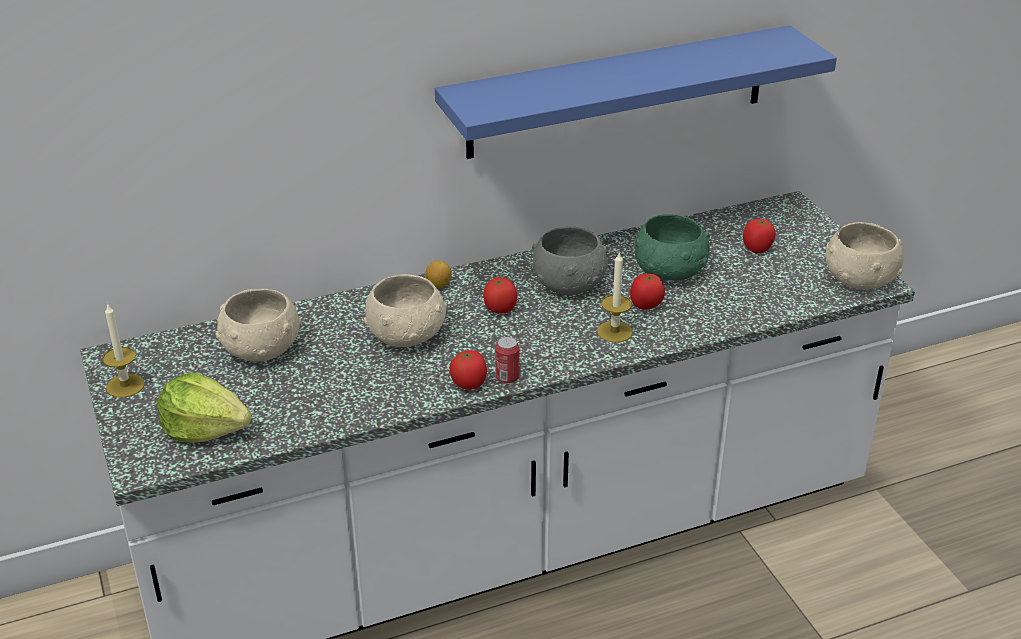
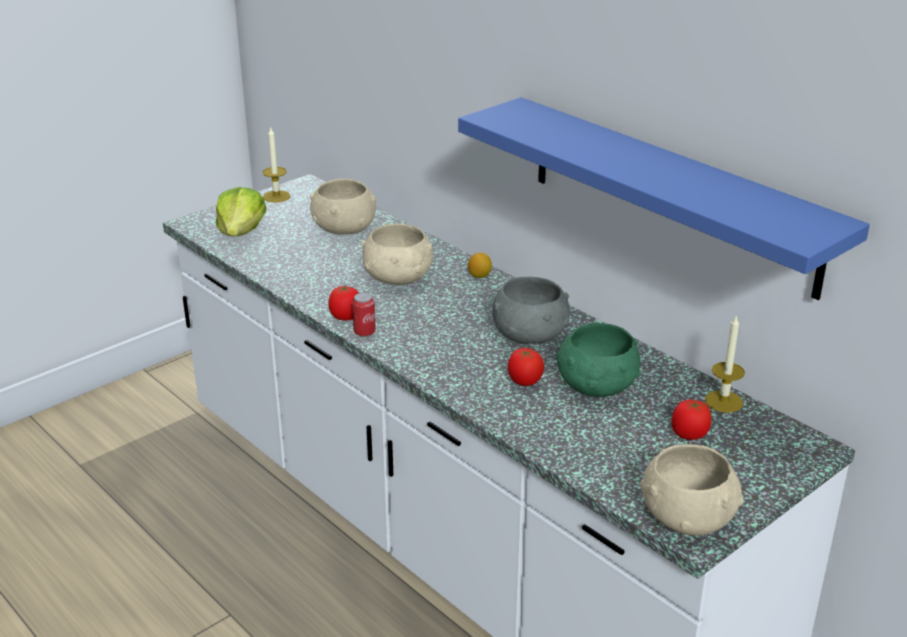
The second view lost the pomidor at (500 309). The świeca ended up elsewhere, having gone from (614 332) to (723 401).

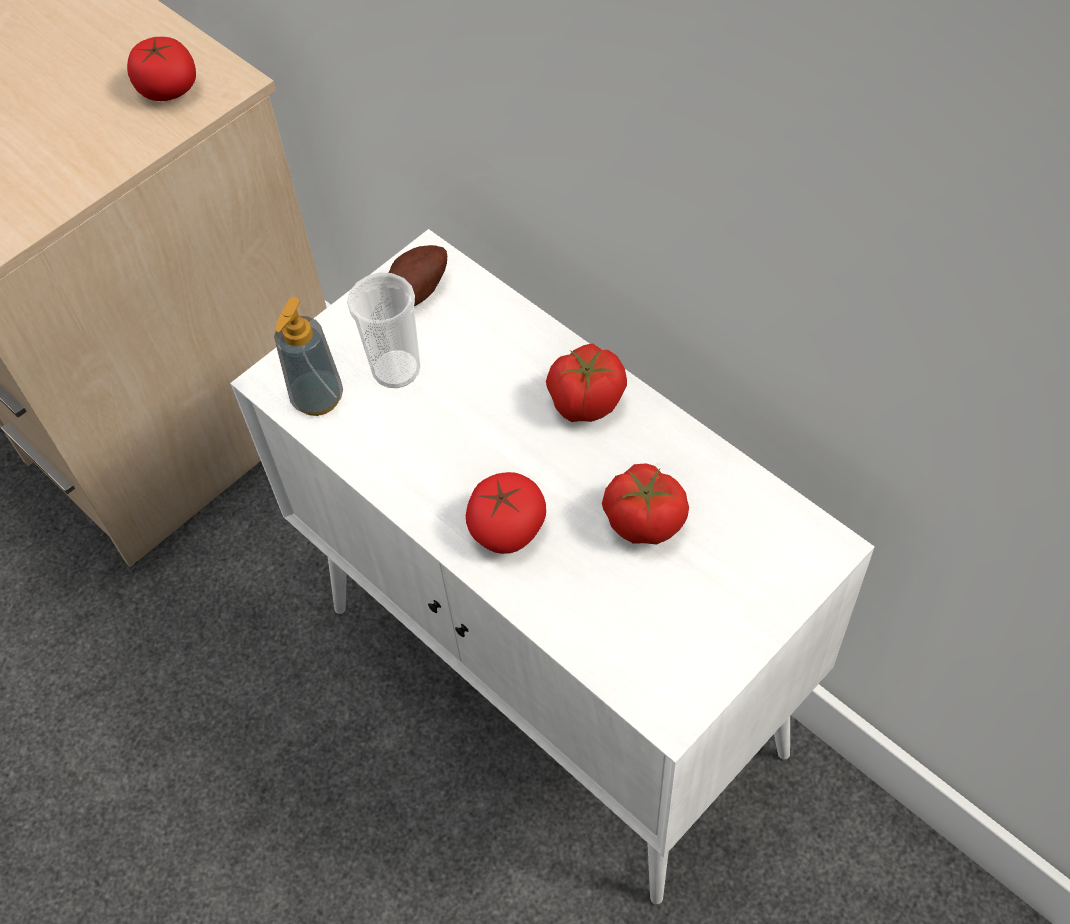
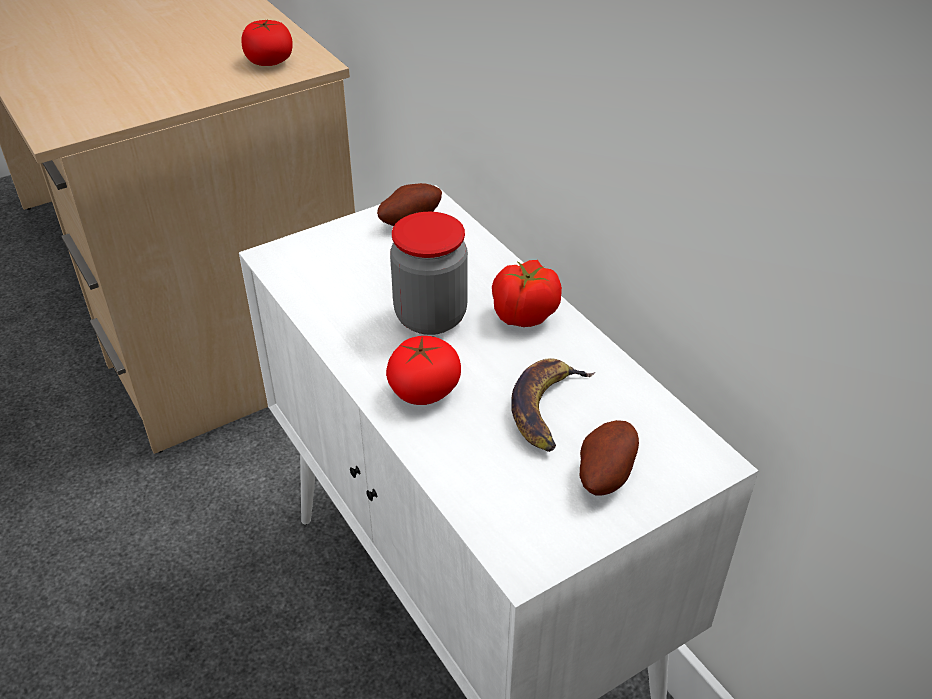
The second view lost the dozownik mydła at (317 398). The second view lost the filiżanka at (396 369). The second view gained the słoik at (430 317). The second view gained the ziemniak at (603 474). Where the pomidor stood at (644 521), the banan came to stand at (547 409).

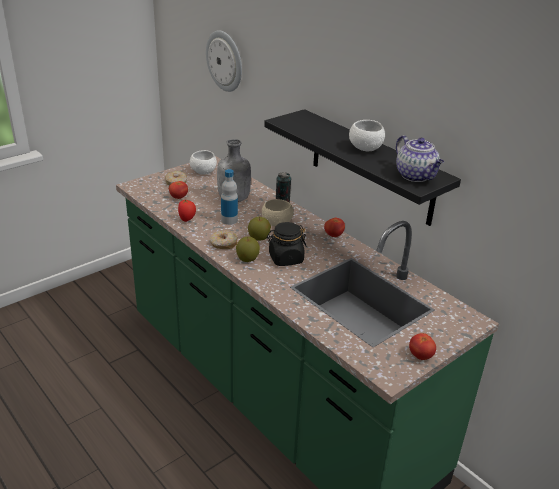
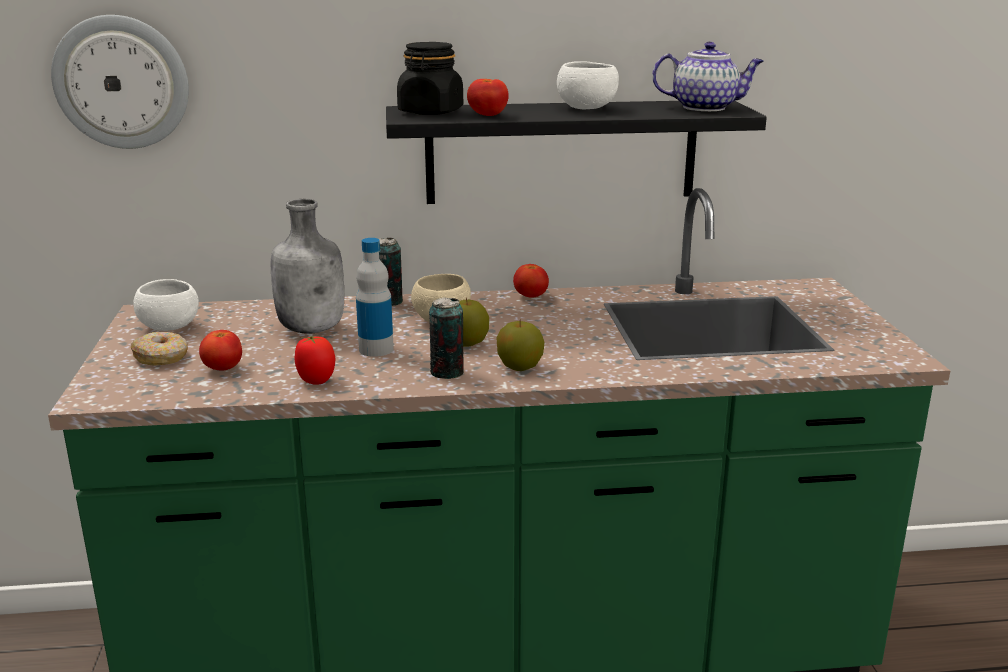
The słoik/czarny ended up elsewhere, having gone from (285 258) to (430 112). The pomidor ended up elsewhere, having gone from (420 356) to (488 115). Where the donut stood at (223 244), the puszka came to stand at (447 372).

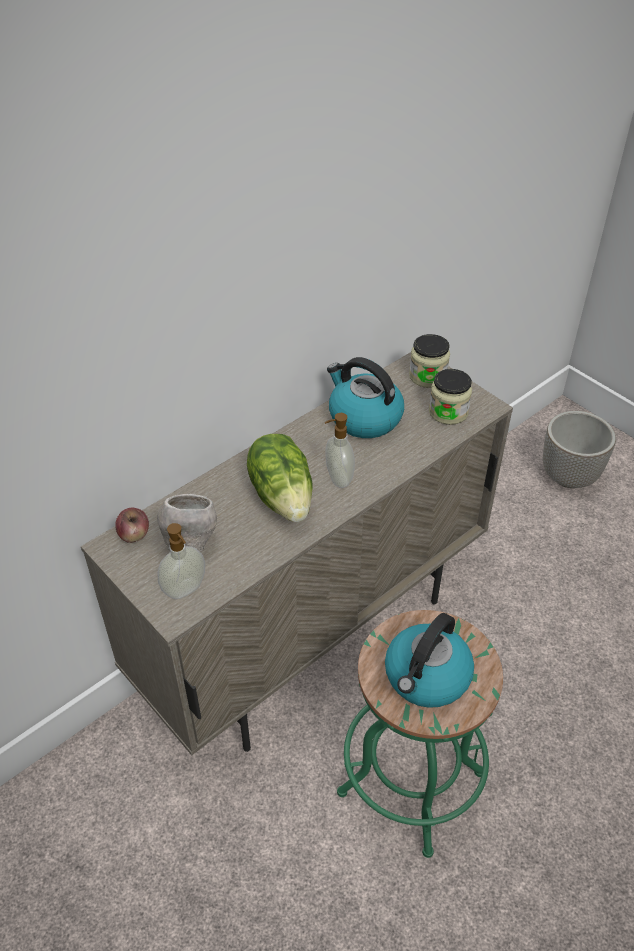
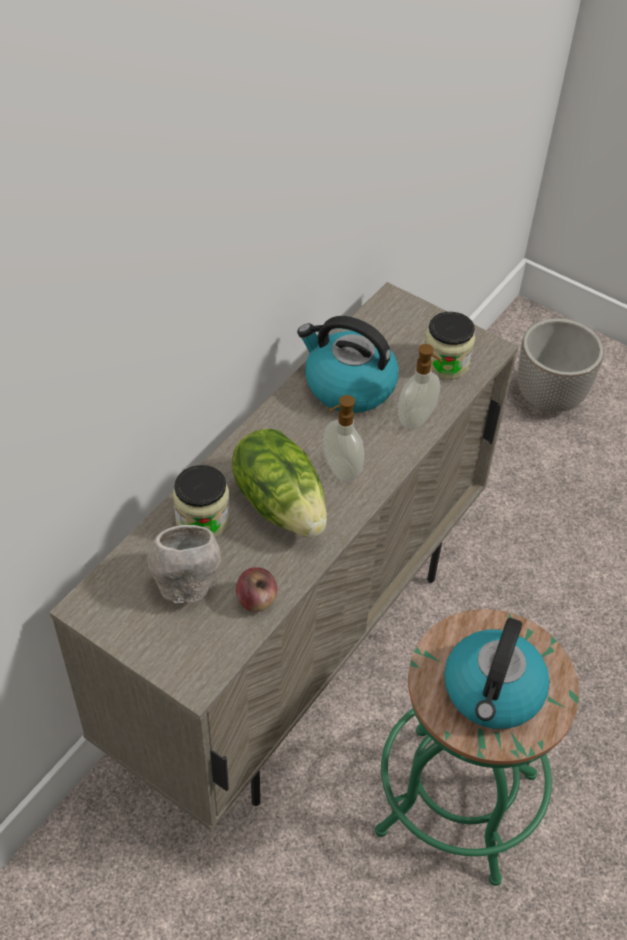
The jabłko ended up elsewhere, having gone from (134 535) to (256 600). The dozownik mydła ended up elsewhere, having gone from (185 590) to (417 419). The słoik ended up elsewhere, having gone from (427 376) to (202 519).

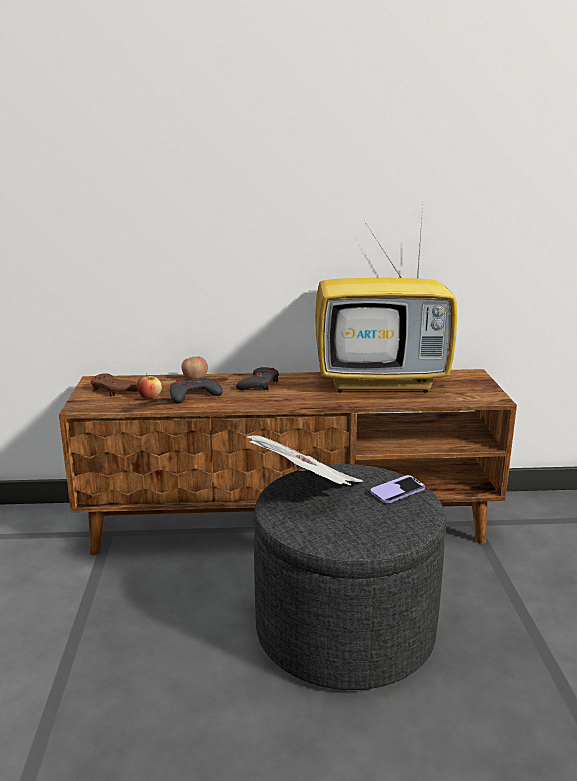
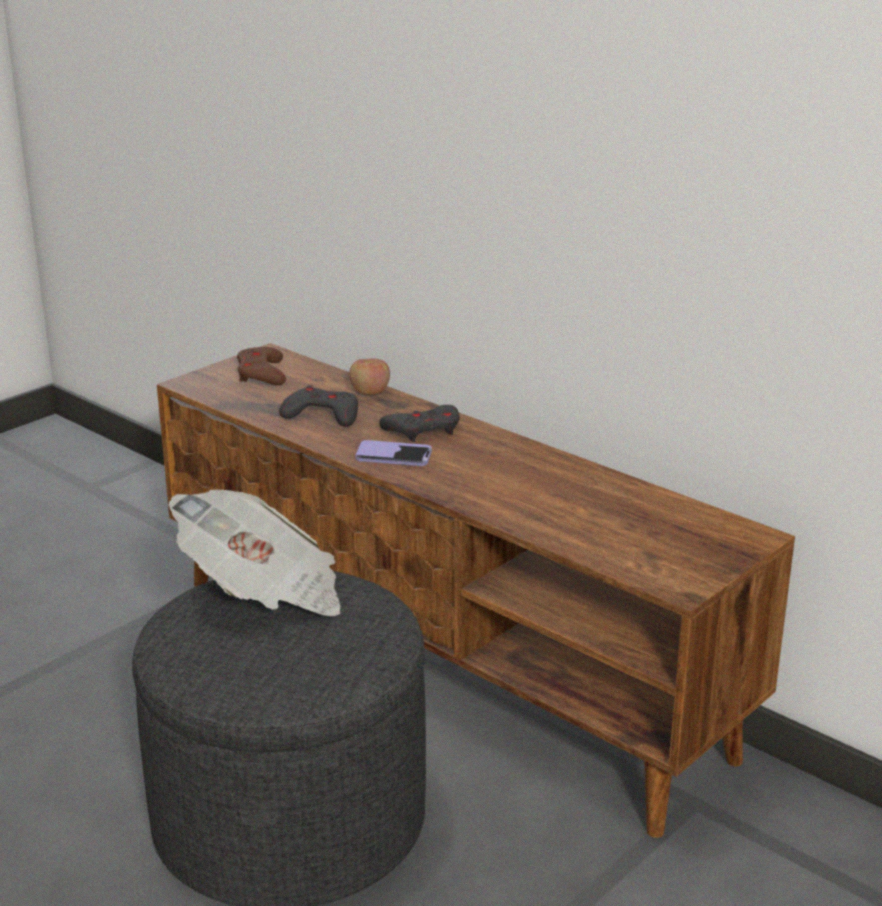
The second view lost the jabłko at (150 397). The second view lost the telewizor at (382 382). The telefon ended up elsewhere, having gone from (397 491) to (393 456).

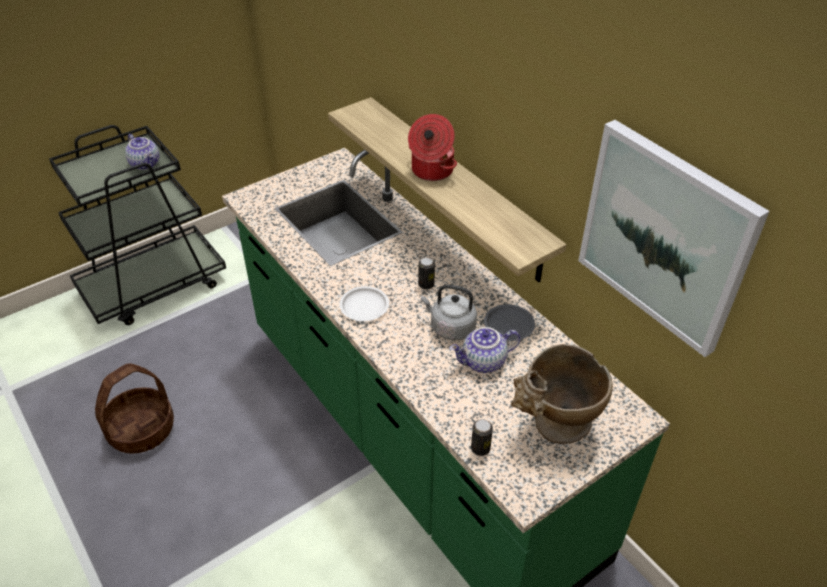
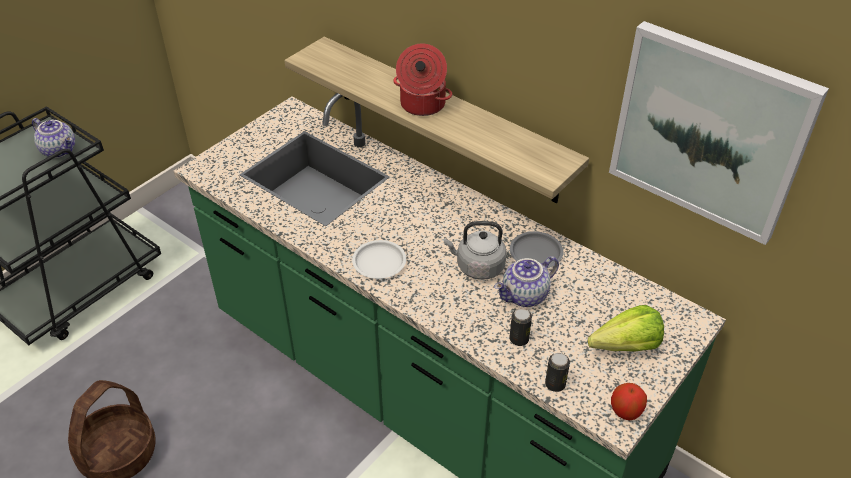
The second view gained the jabłko at (625 411). The puszka ended up elsewhere, having gone from (426 284) to (519 339). Where the wazon/beżowy stood at (554 427), the sałata came to stand at (619 347).

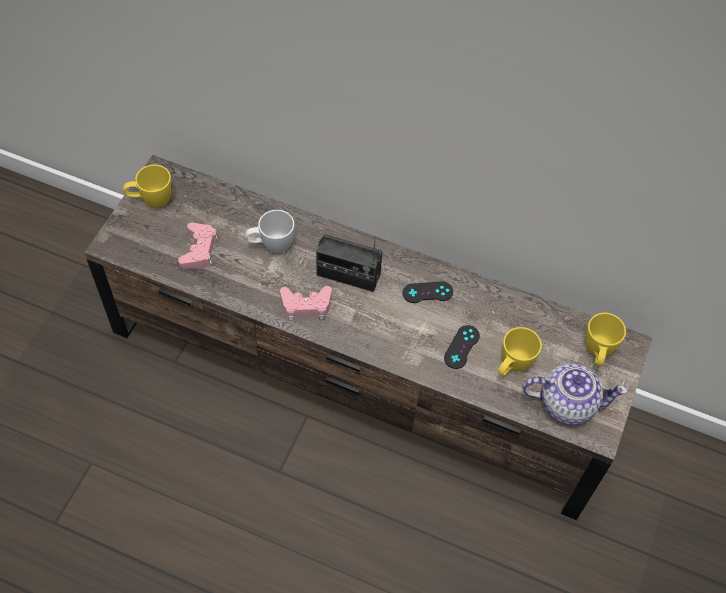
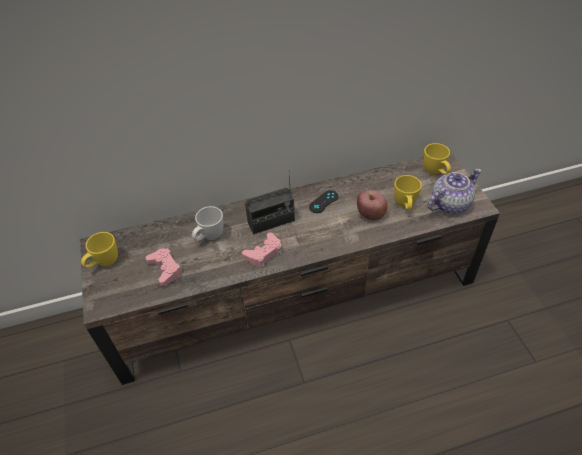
Where the pad do gier/czarny stood at (461 347), the jabłko came to stand at (370 214).

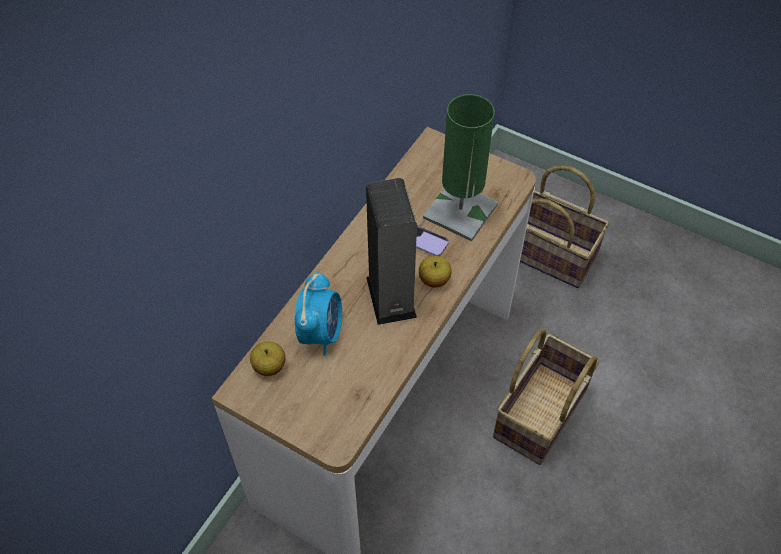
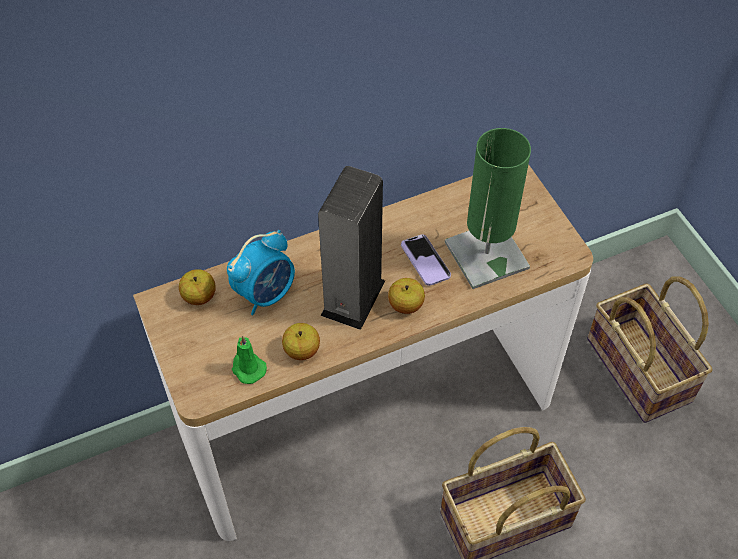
The second view gained the świeca/zielony at (247 368). The second view gained the jabłko at (302 350).

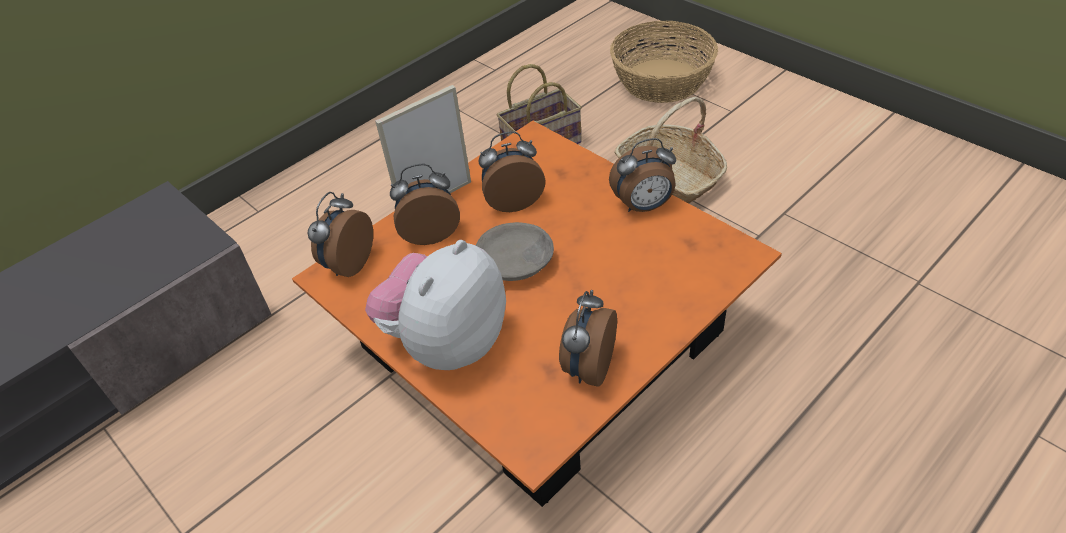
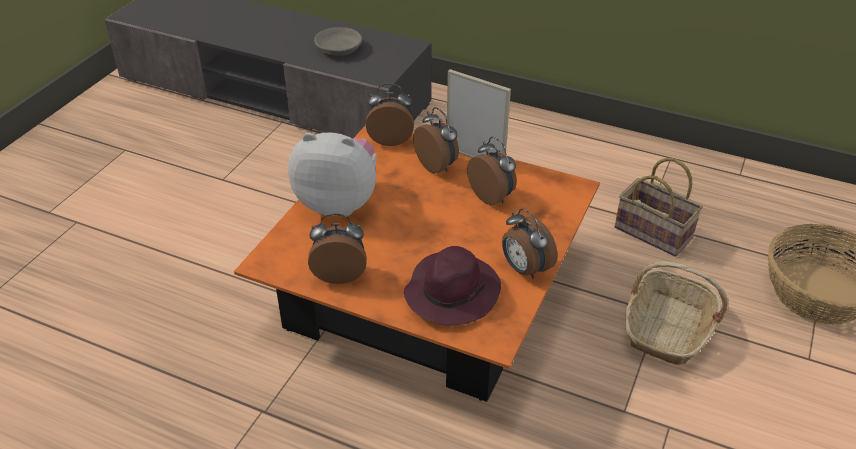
The second view gained the kapelusz/fioletowy at (452 292). The miska/szary ended up elsewhere, having gone from (516 262) to (338 49).

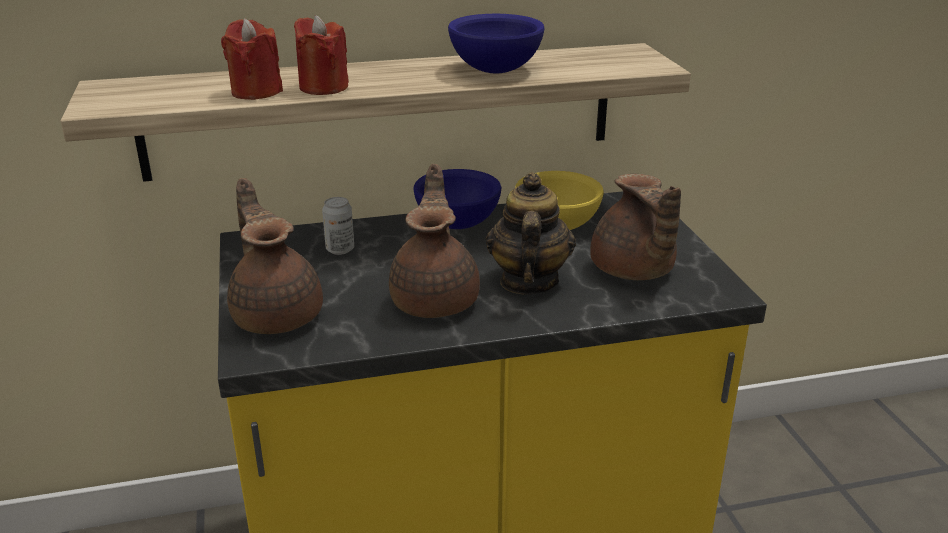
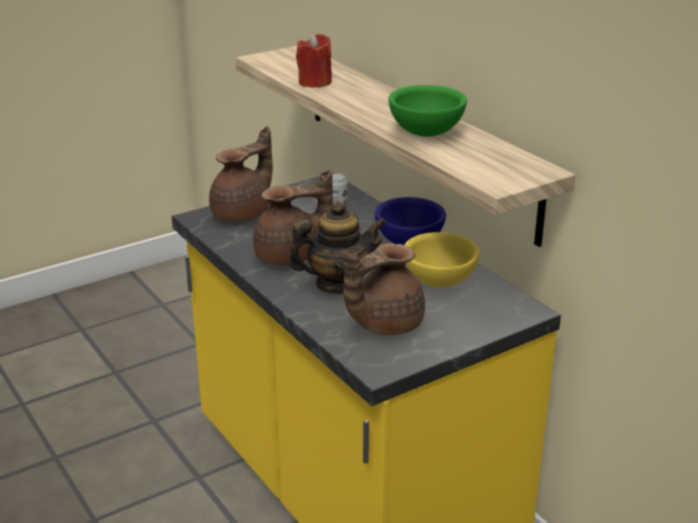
The second view lost the świeca/czerwony at (323 87). What was the miska/niebieski at (495 71) turned into the miska/zielony at (425 133).

